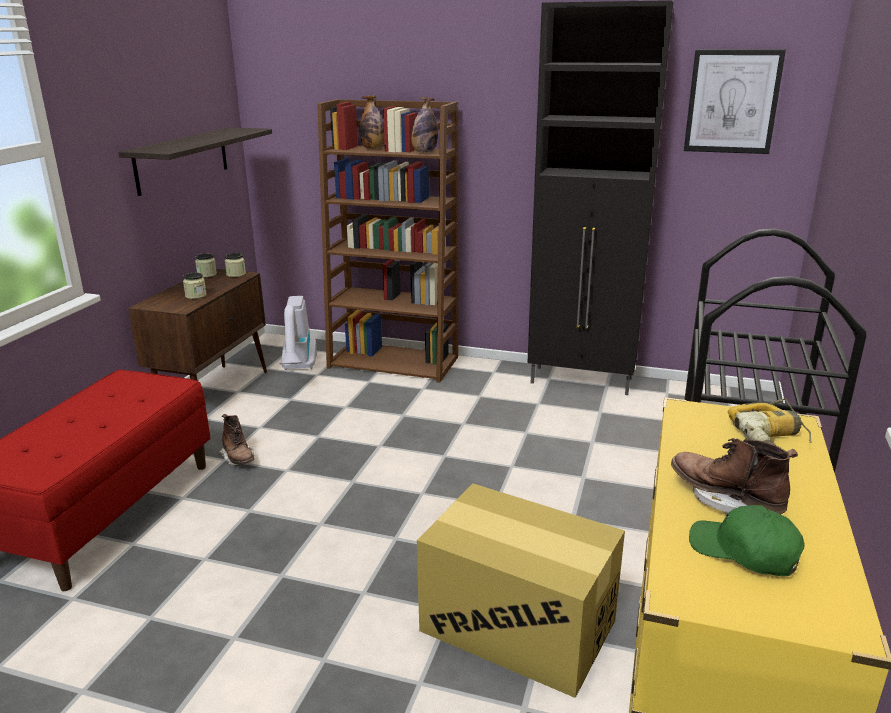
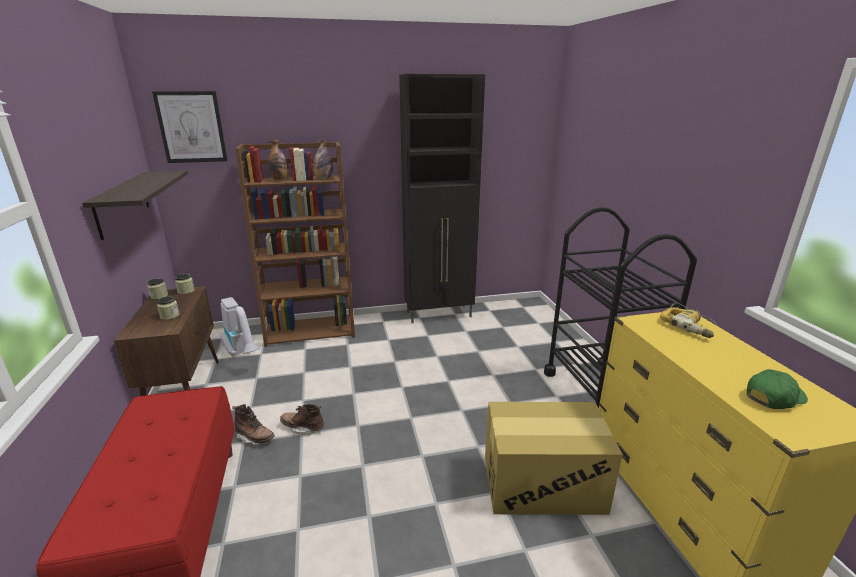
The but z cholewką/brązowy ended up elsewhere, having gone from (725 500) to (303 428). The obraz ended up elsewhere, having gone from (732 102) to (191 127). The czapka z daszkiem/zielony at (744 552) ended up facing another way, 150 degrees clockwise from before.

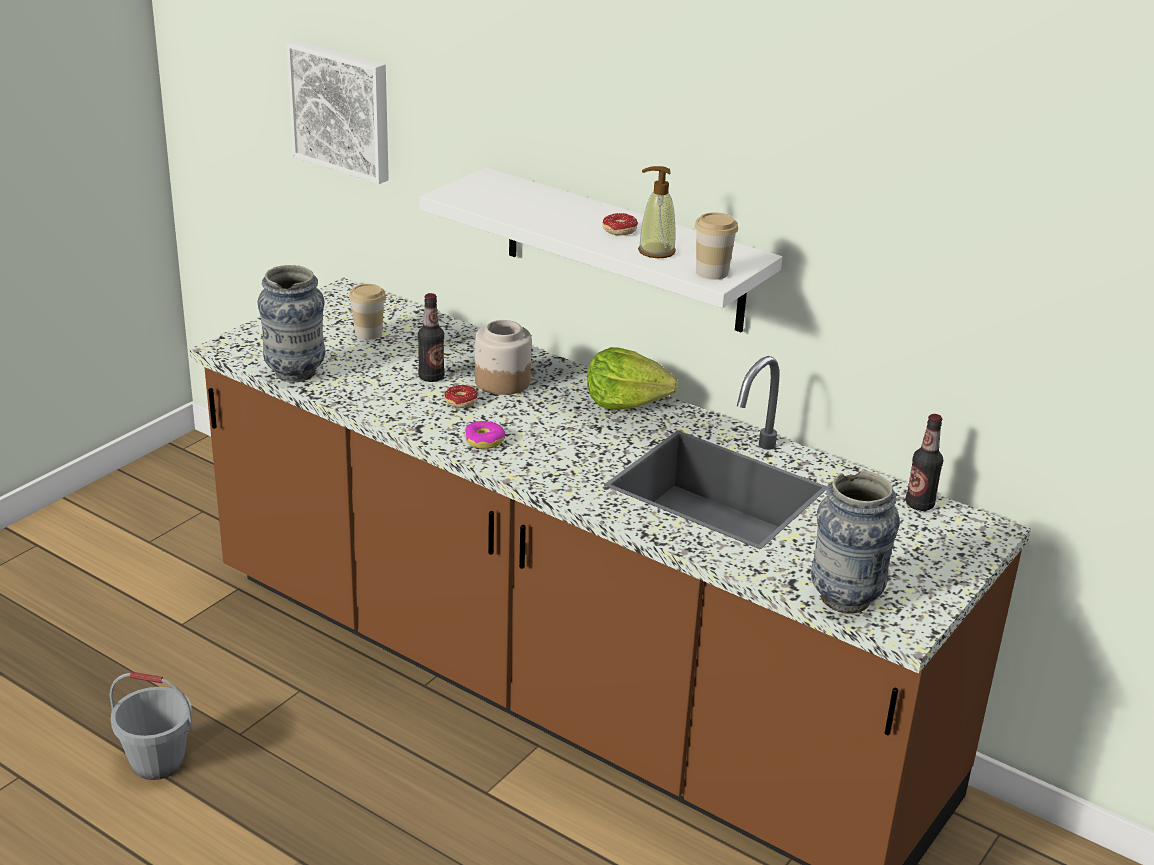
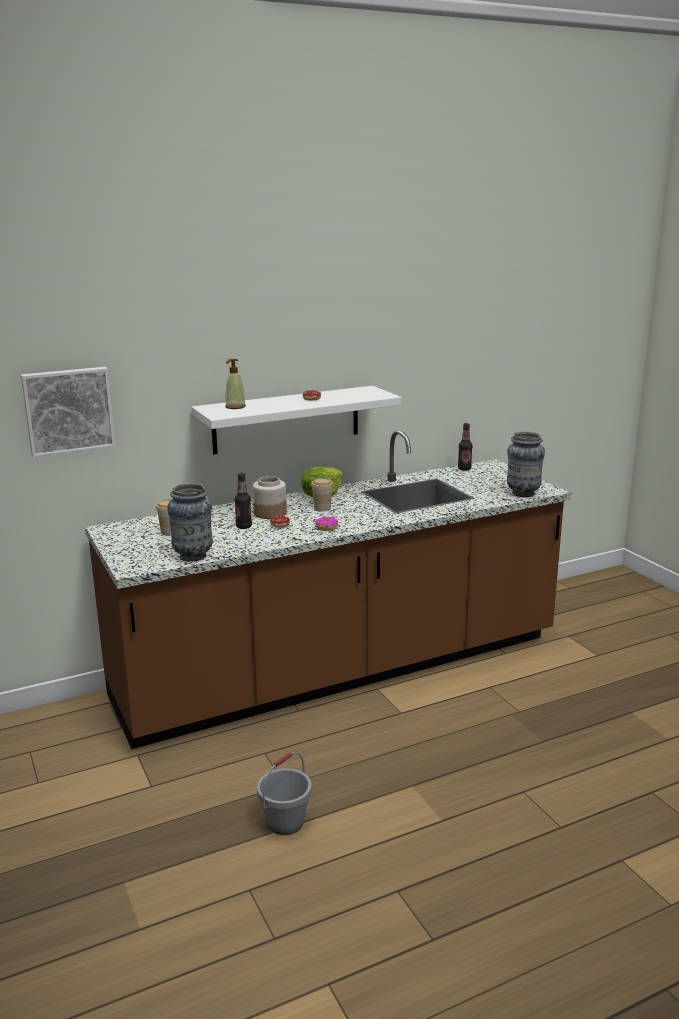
The dozownik mydła ended up elsewhere, having gone from (656 251) to (235 407). The filiżanka ended up elsewhere, having gone from (712 272) to (322 508).

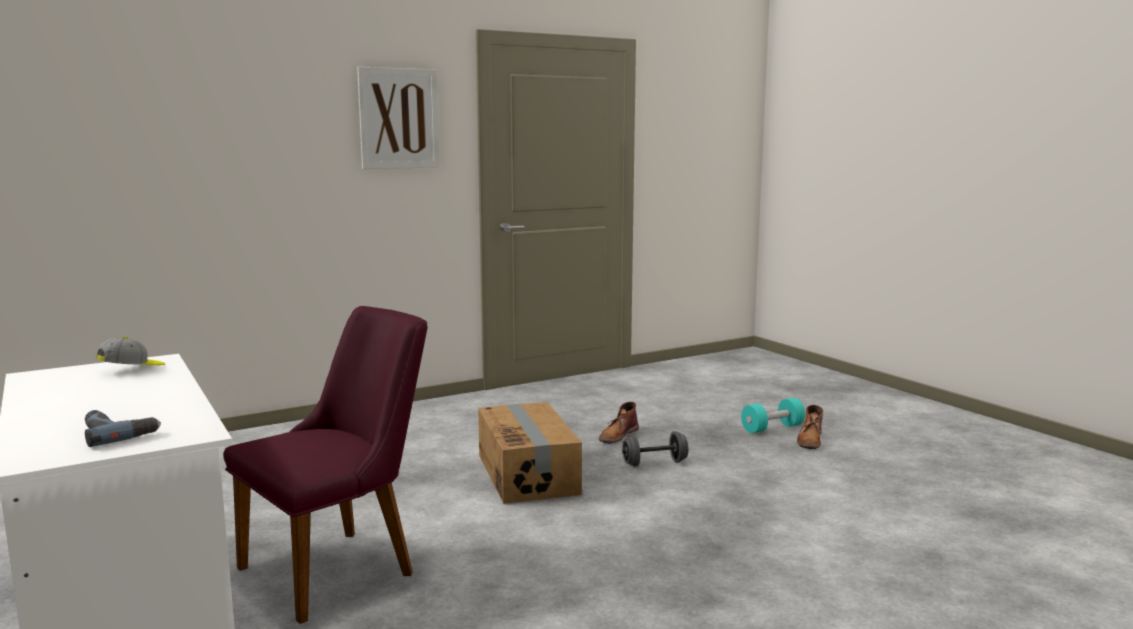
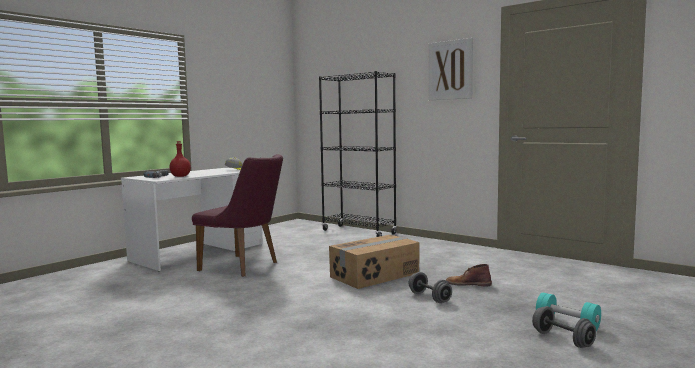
The second view gained the butelka/czerwony at (180 176). The second view gained the regał/czarny at (359 232). Where the but z cholewką/brązowy stood at (810 440), the hantel/szary came to stand at (562 339).

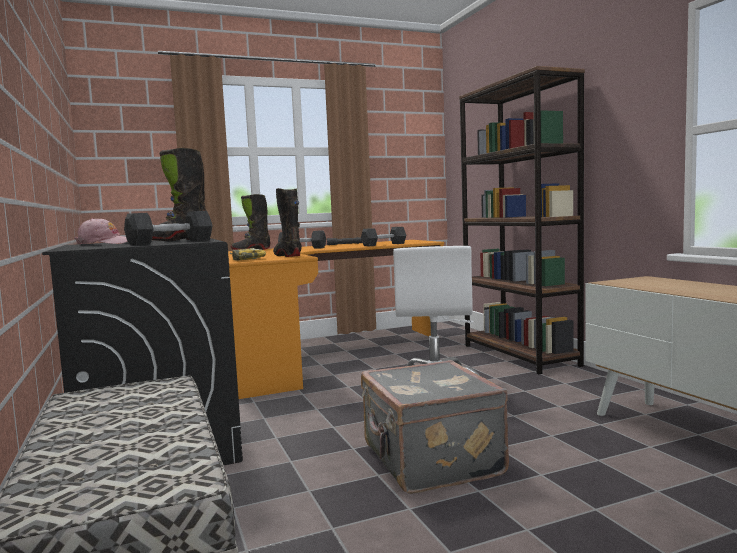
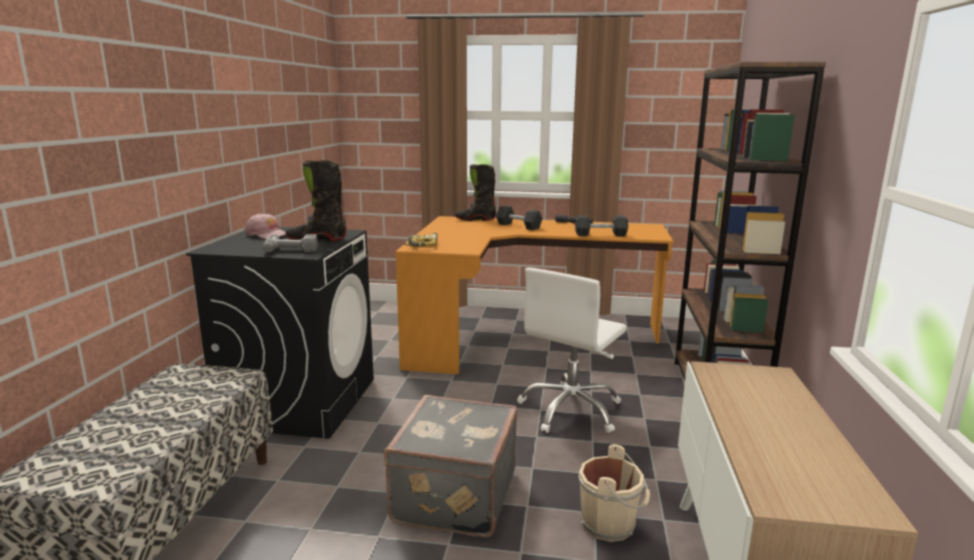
The second view lost the but z cholewką/czarny at (287 255). The second view gained the wiadro/beżowy at (610 524). Where the hantel/czarny stood at (170 242), the wiertarka came to stand at (292 248).

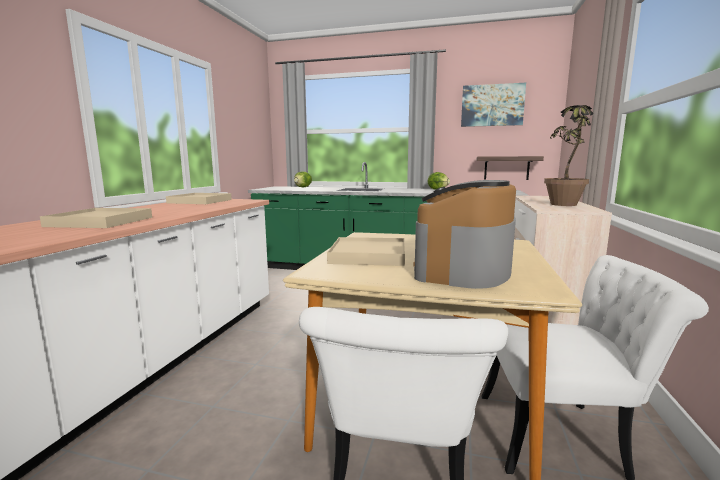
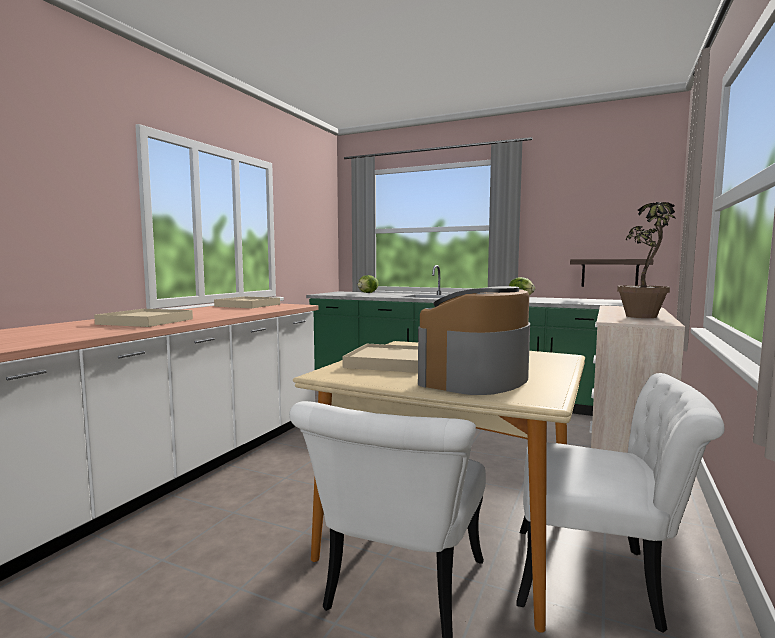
The second view lost the obraz at (492 105).

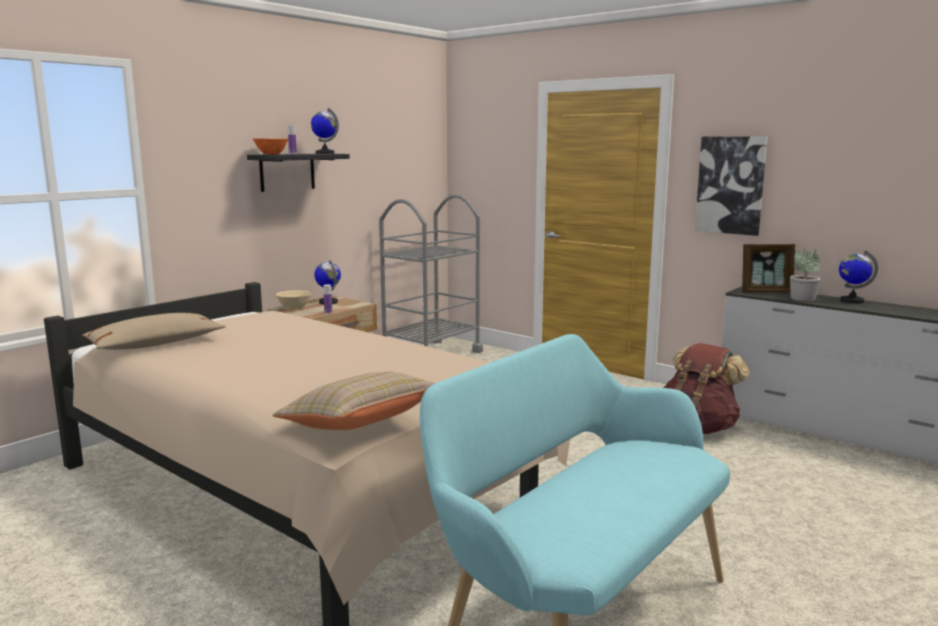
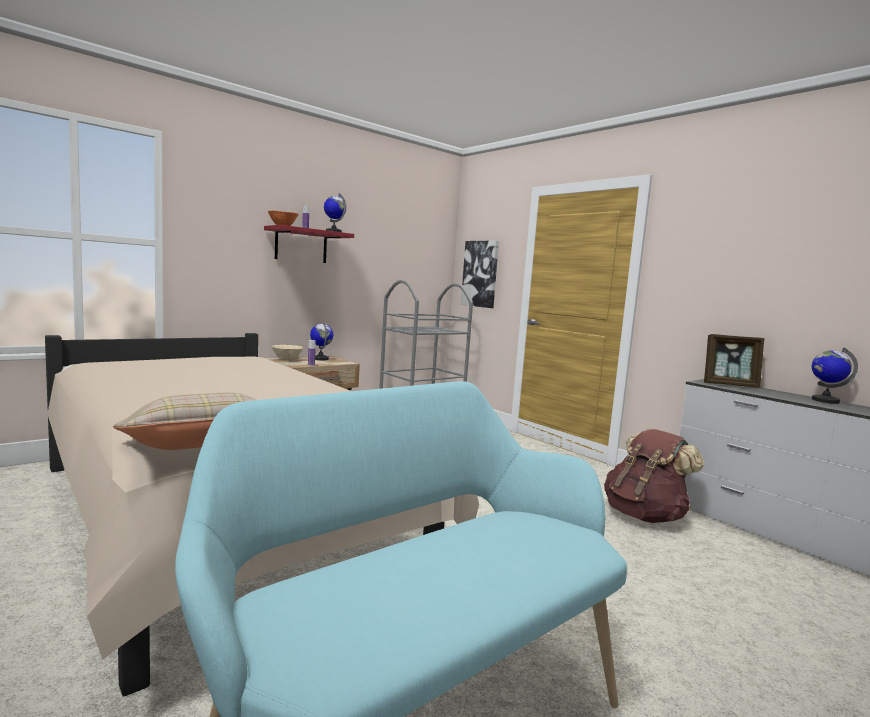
The second view lost the poduszka/beżowy at (155 344). The second view lost the roślina doniczkowa at (802 298). The obraz ended up elsewhere, having gone from (731 185) to (480 274). What was the półka/czarny at (287 172) turned into the półka/czerwony at (301 245).

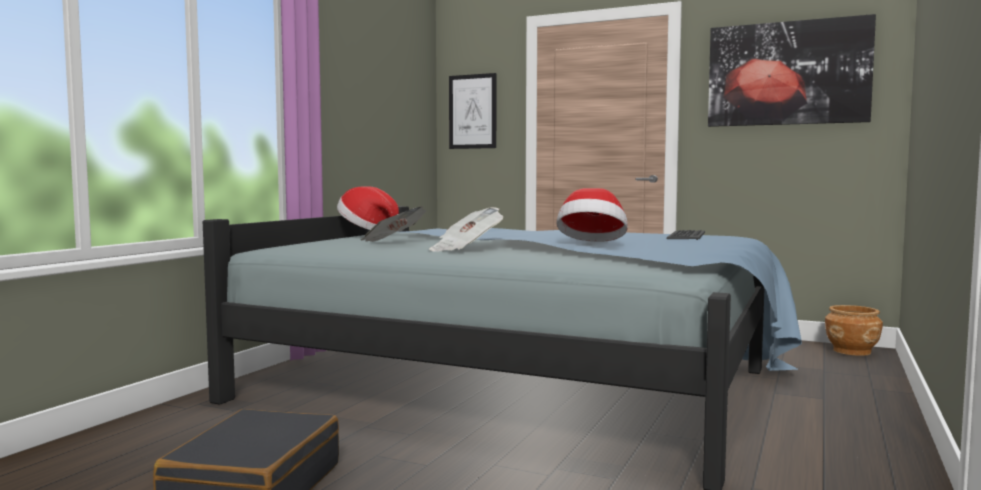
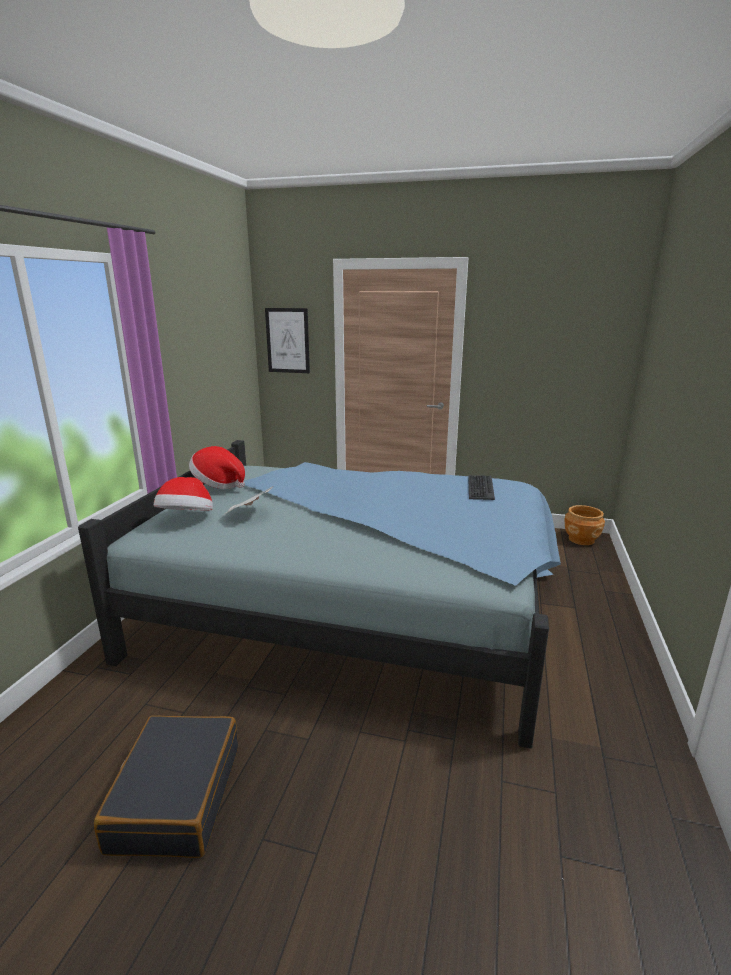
The second view lost the gazeta at (465 249). The second view lost the obraz at (787 73). The kapelusz ended up elsewhere, having gone from (592 244) to (187 518).

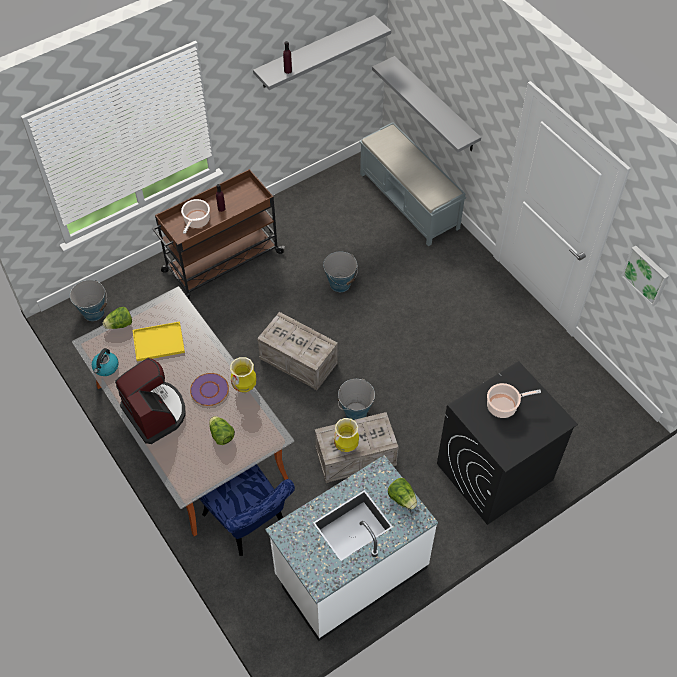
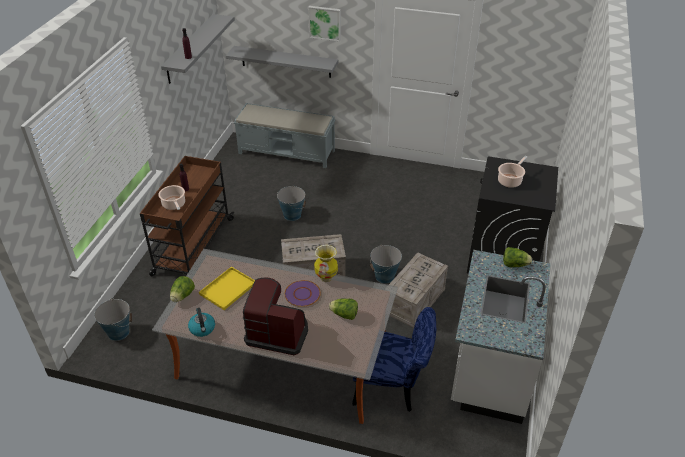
The second view lost the wazon at (346 446). The obraz ended up elsewhere, having gone from (646 274) to (325 23).

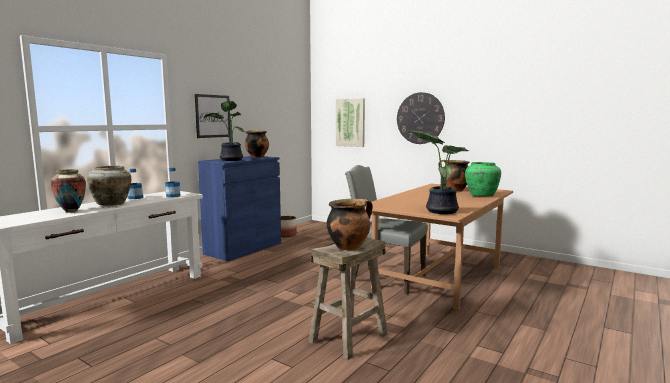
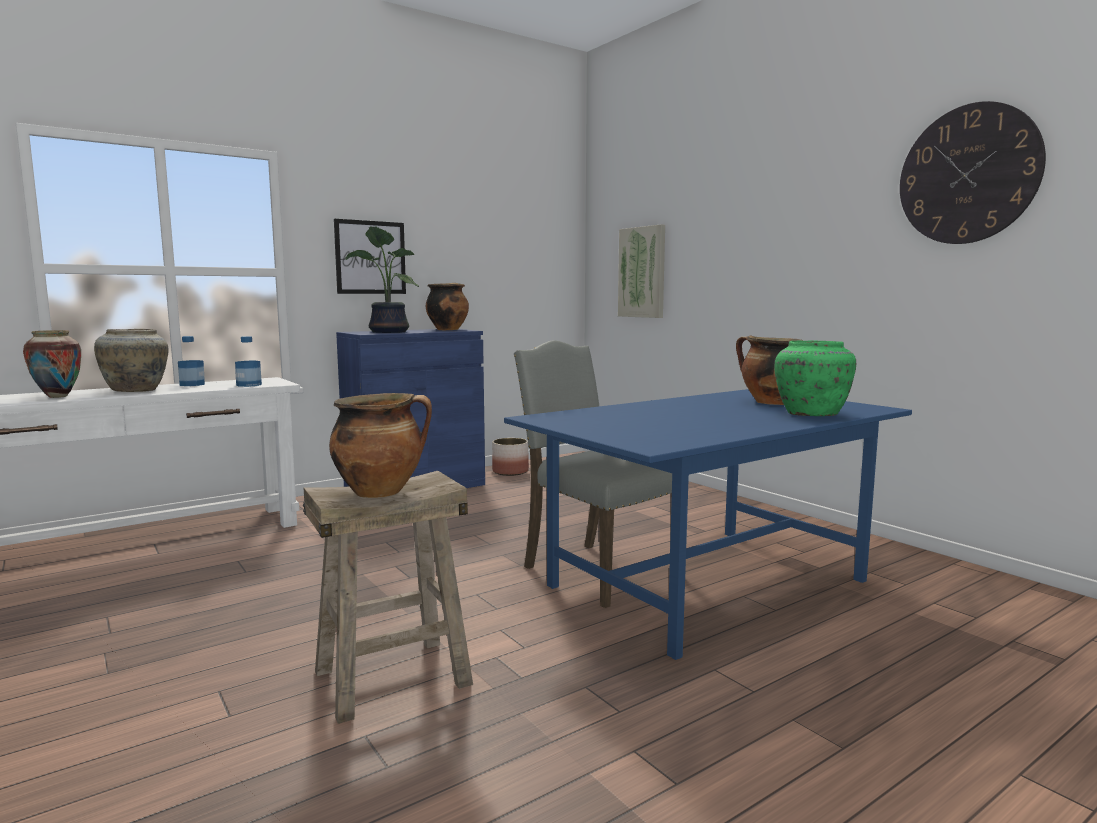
The second view lost the roślina doniczkowa at (440 211). The zegar ścienny ended up elsewhere, having gone from (420 118) to (968 174). What was the stół jadalny/brązowy at (439 278) turned into the stół jadalny/niebieski at (708 584).

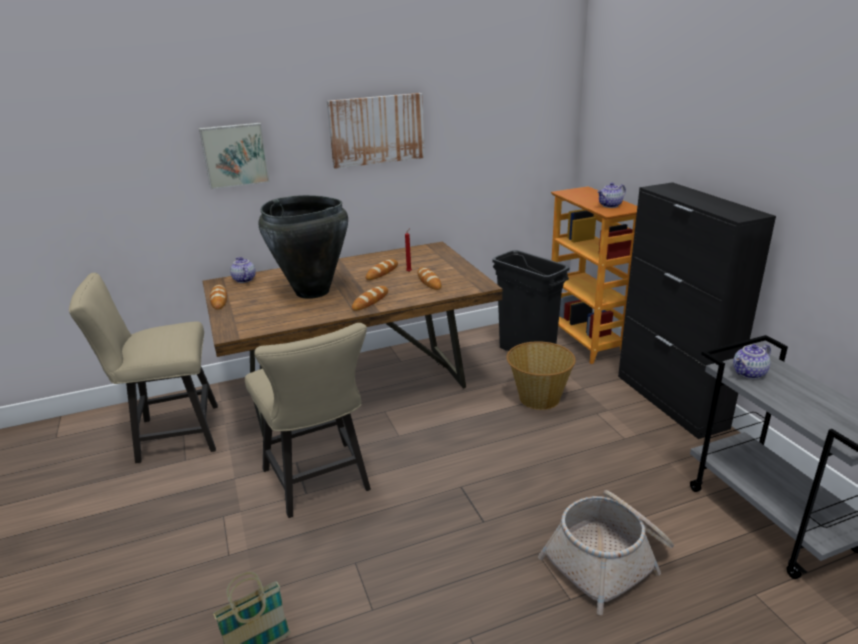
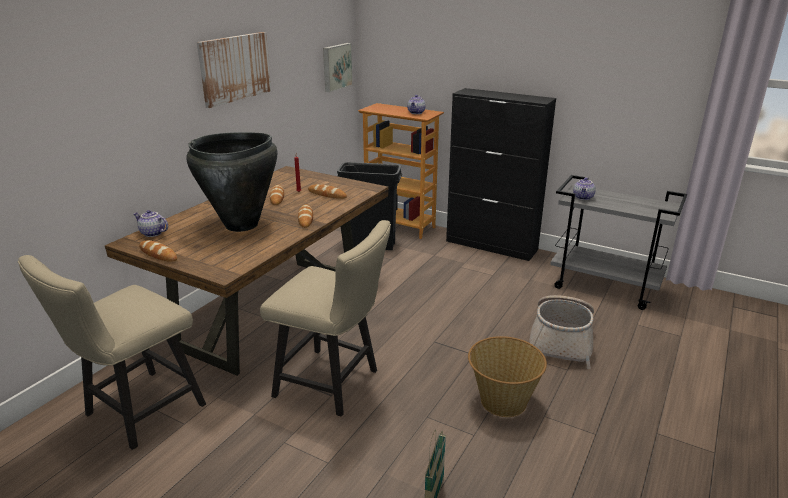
The obraz ended up elsewhere, having gone from (235 155) to (336 67). The koszyk ended up elsewhere, having gone from (538 398) to (502 401).

